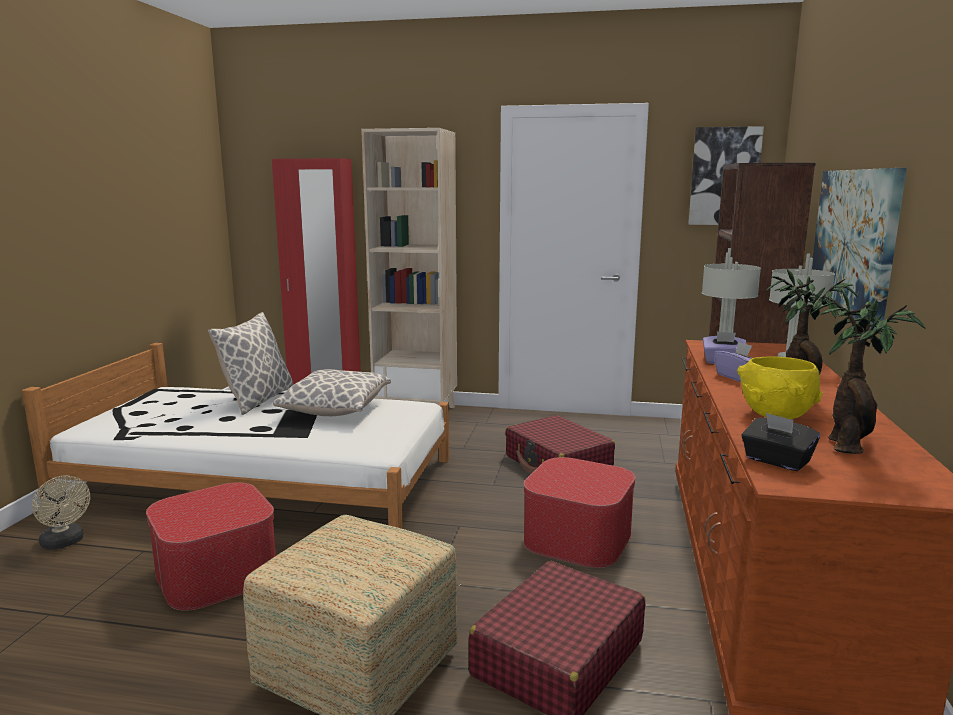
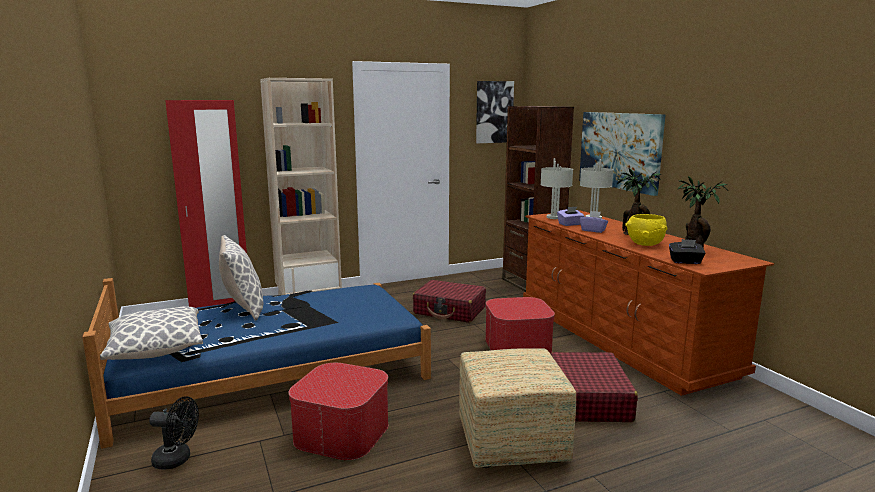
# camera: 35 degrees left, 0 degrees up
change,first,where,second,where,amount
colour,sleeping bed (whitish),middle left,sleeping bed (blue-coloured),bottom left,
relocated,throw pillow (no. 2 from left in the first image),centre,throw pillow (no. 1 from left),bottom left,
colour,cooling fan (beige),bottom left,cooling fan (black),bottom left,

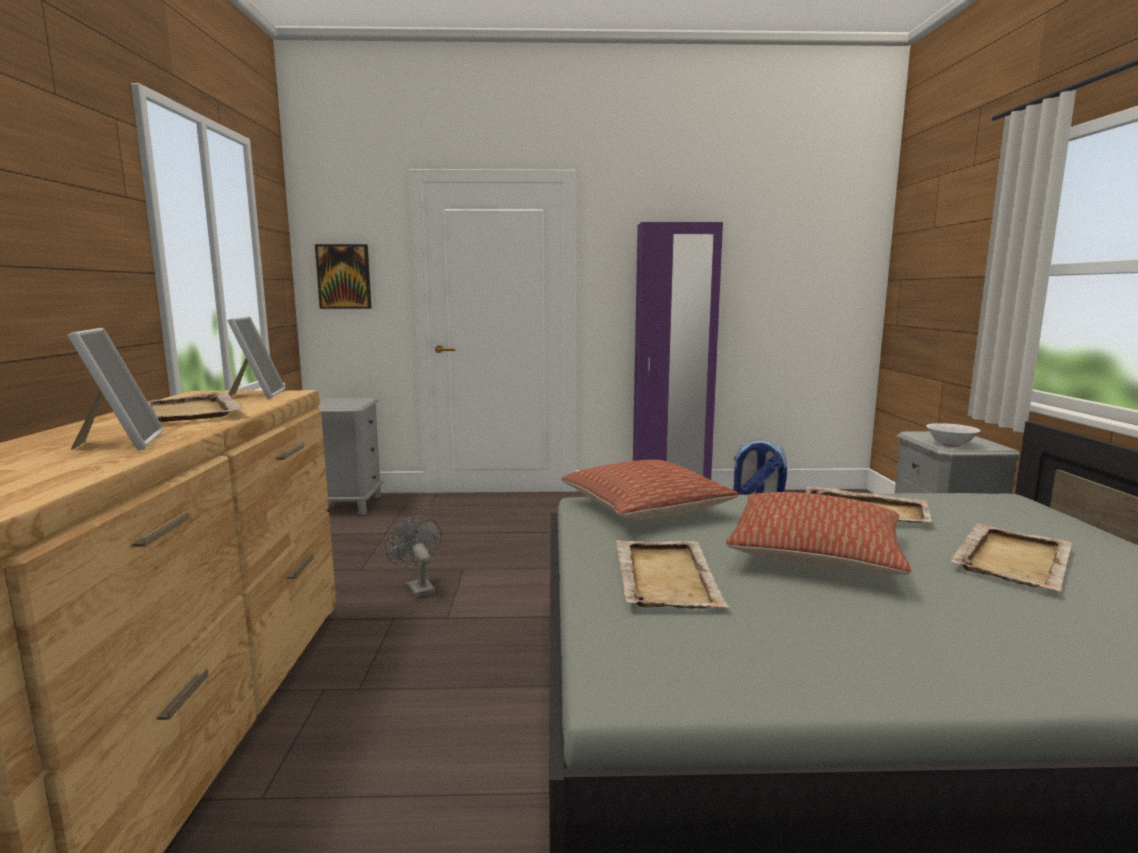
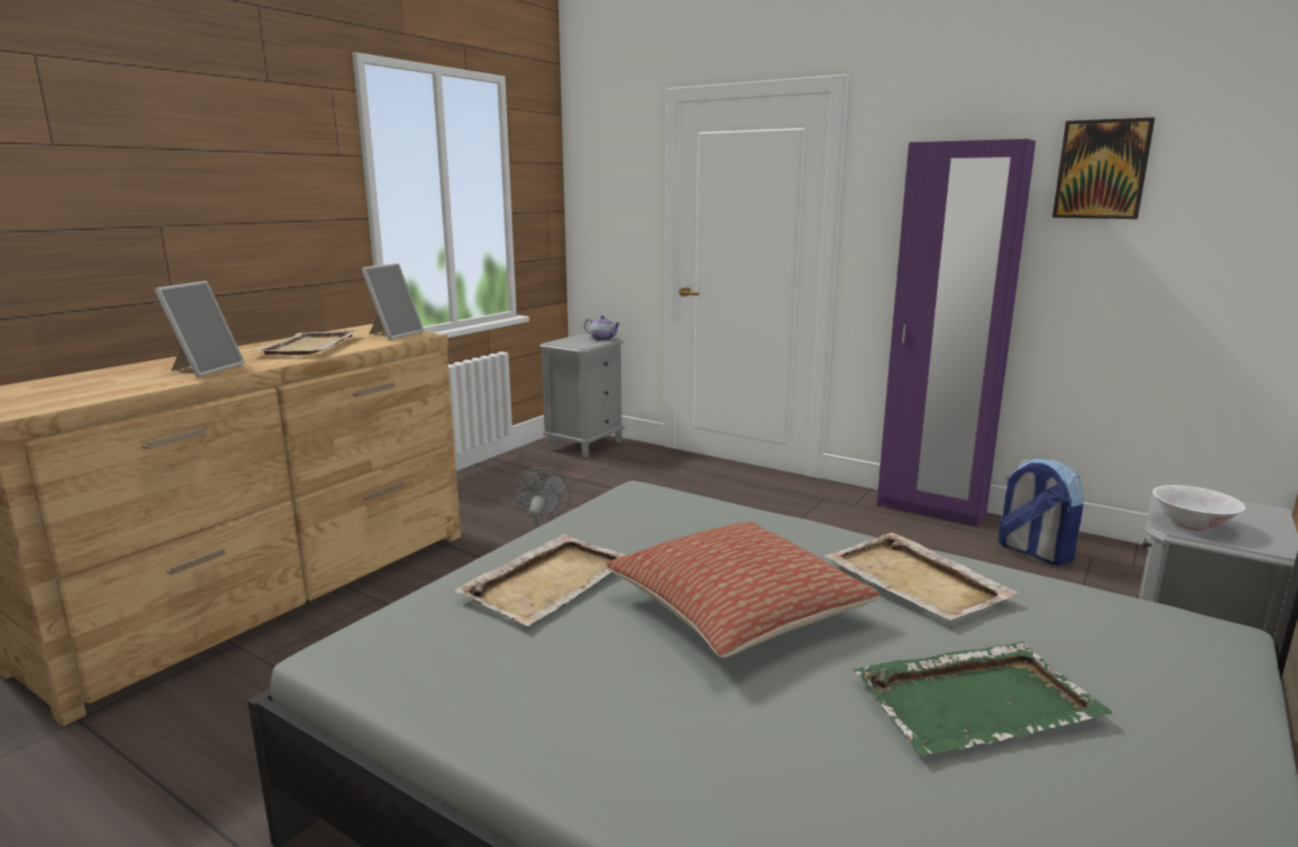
# camera: 35 degrees right, 5 degrees up
change,first,where,second,where,amount
appeared,,,pot for tea,centre,
colour,carrying tray (beige) (no. 4 from left),middle right,carrying tray (green),bottom right,
relocated,wall picture,top left,,top right,
missing,throw pillow (no. 1 from left),centre,,,

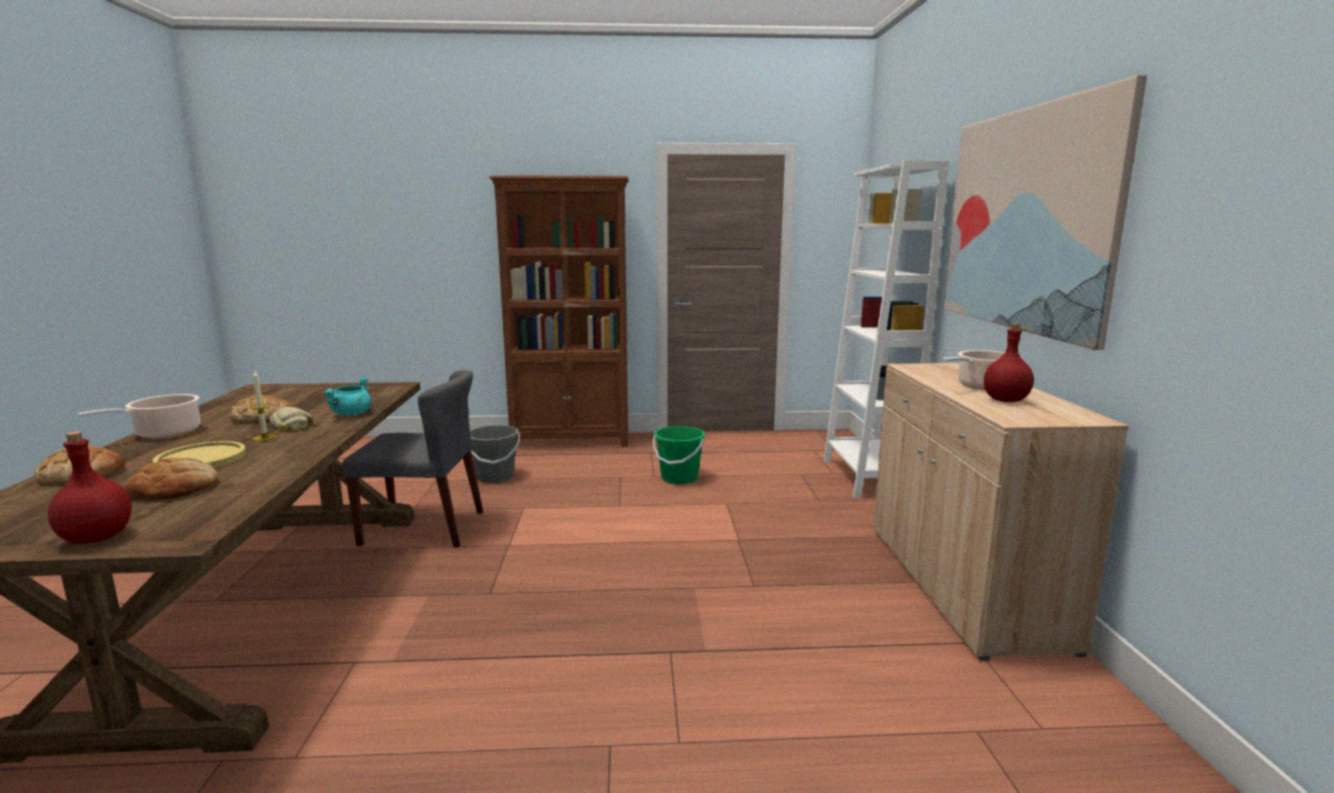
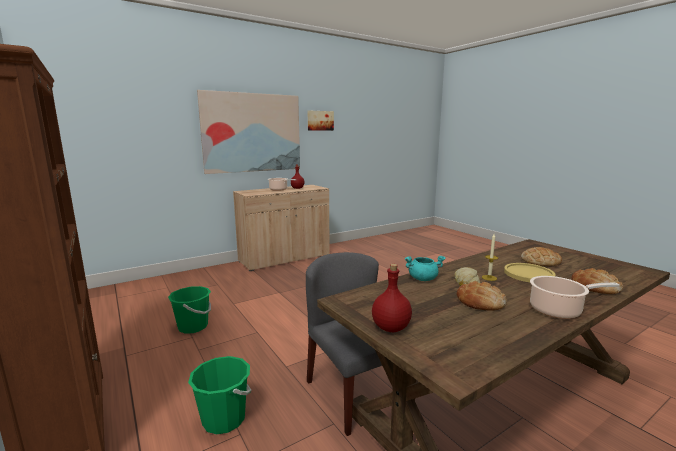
# camera: 120 degrees left, 0 degrees up
change,first,where,second,where,amount
colour,water bucket (grey),centre,water bucket (green) (no. 2 from left),bottom left,
appeared,,,wall picture (no. 2 from left),top centre,
relocated,bottle (reddish) (no. 1 from left in the first image),middle left,bottle (reddish) (no. 2 from left),centre,
missing,bookcase (whitish),centre,,,

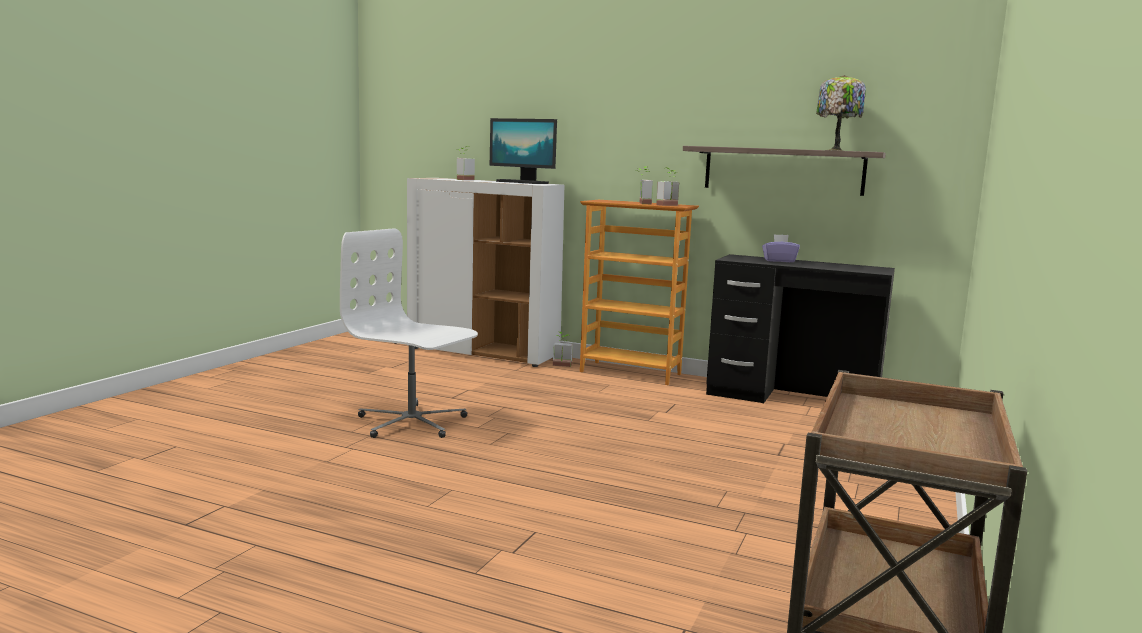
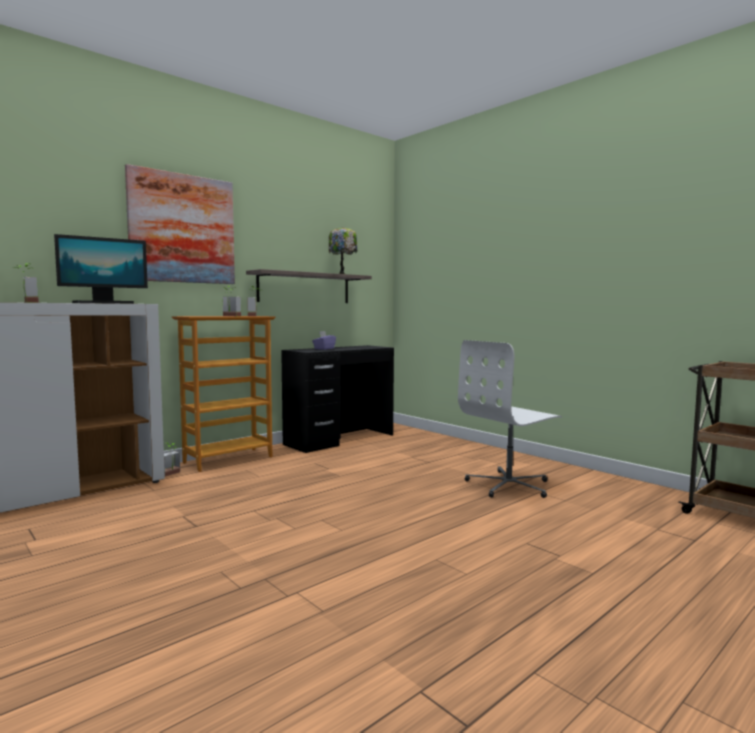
# camera: 65 degrees left, 5 degrees down
change,first,where,second,where,amount
appeared,,,wall picture,top left,
relocated,office chair (whitish),centre,,middle right,

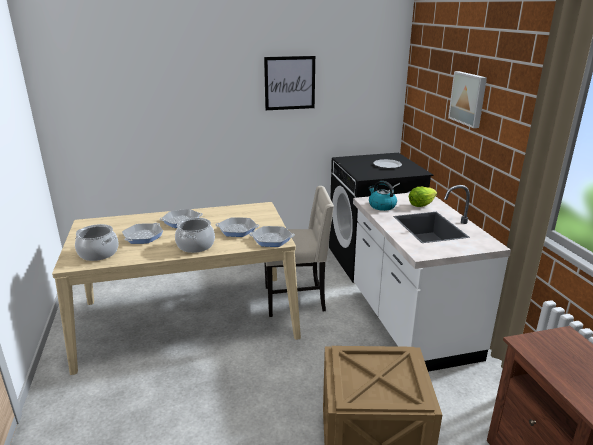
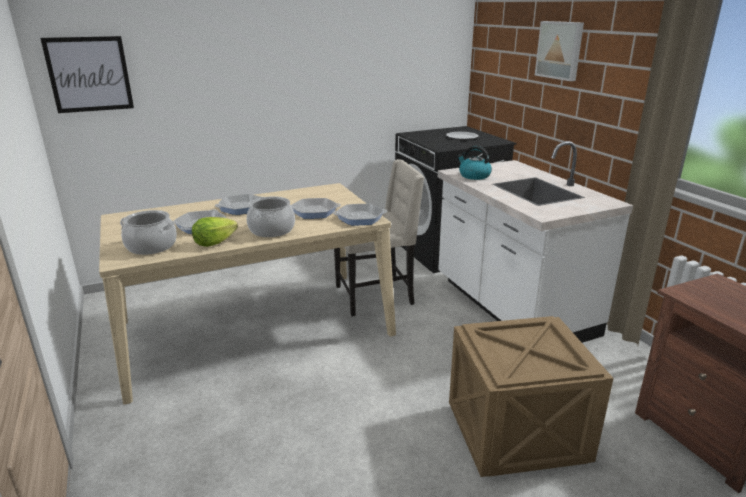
# camera: 10 degrees left, 0 degrees up
change,first,where,second,where,amount
relocated,wall picture (no. 1 from left),top centre,,top left,
relocated,lettuce head,middle right,,middle left,

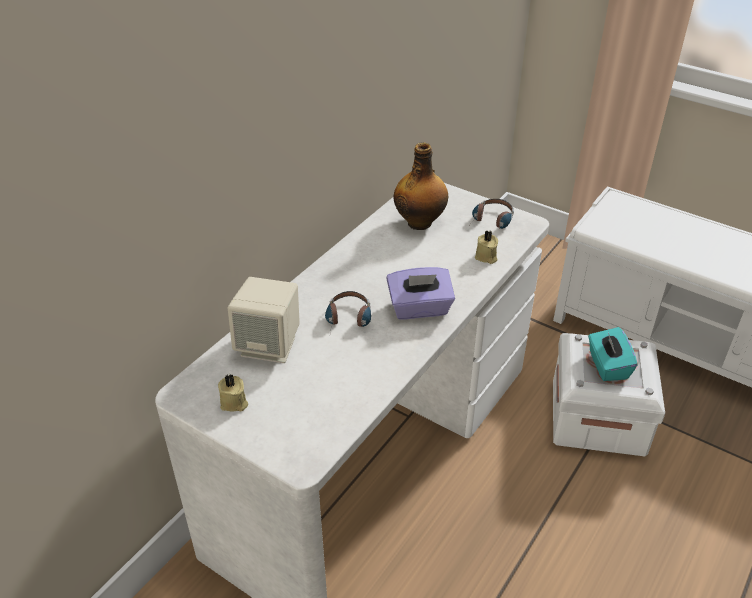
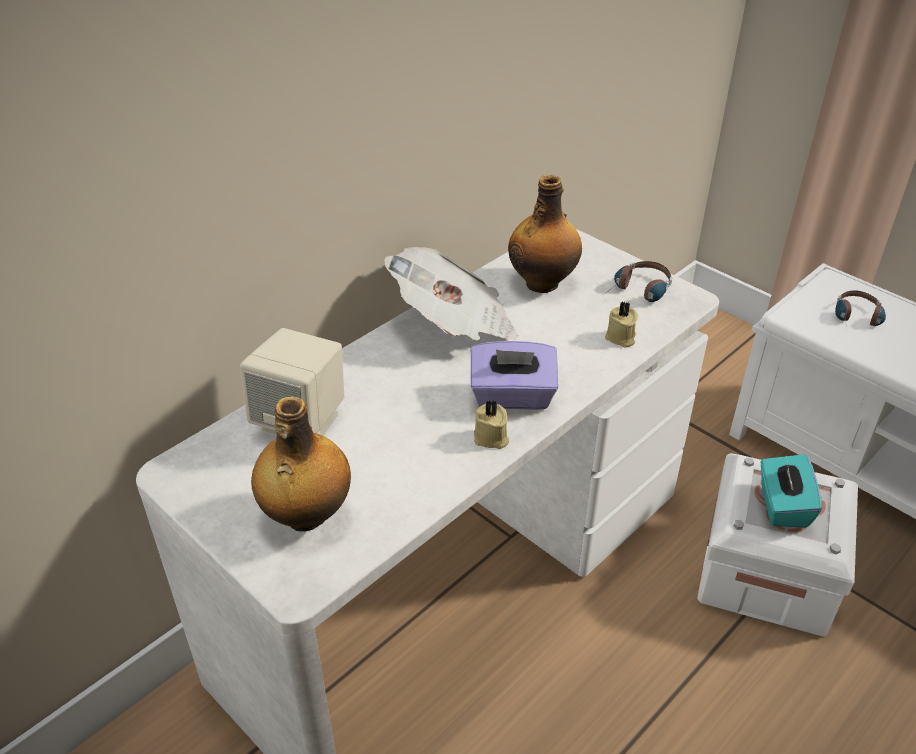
# camera: 10 degrees right, 0 degrees up
change,first,where,second,where,amount
appeared,,,bottle (no. 1 from left),middle left,
appeared,,,printed paper,centre,
relocated,wax light (beige) (no. 1 from left),middle left,,centre,
relocated,headphones (no. 1 from left in the first image),centre,headphones (no. 2 from left),middle right,

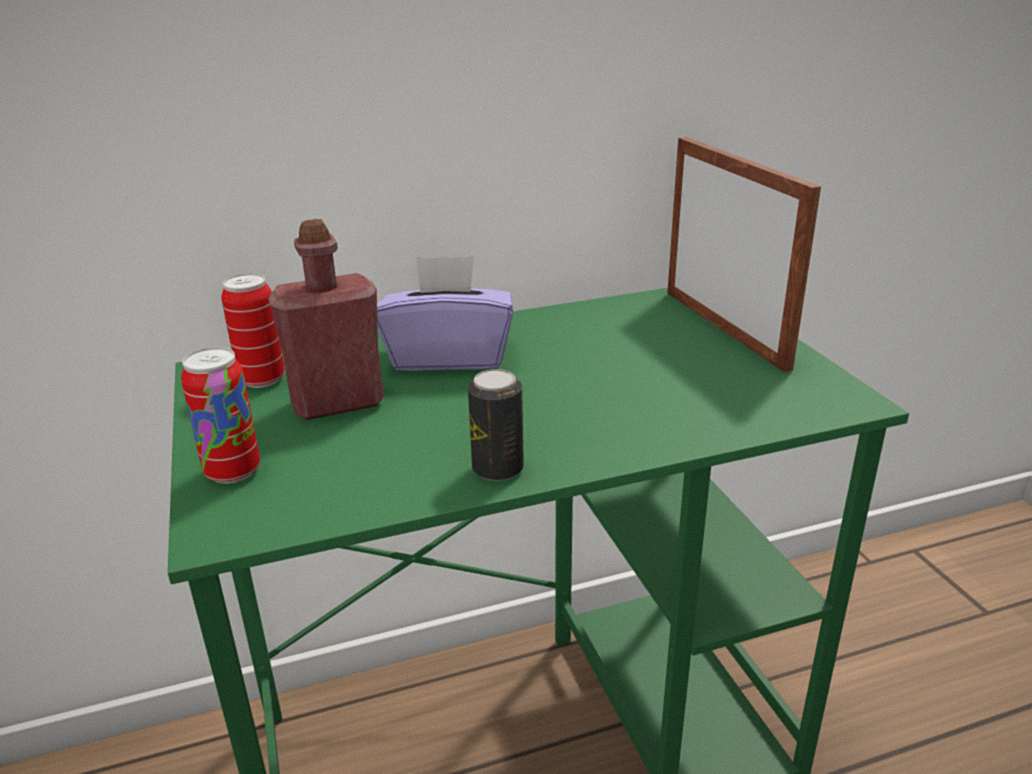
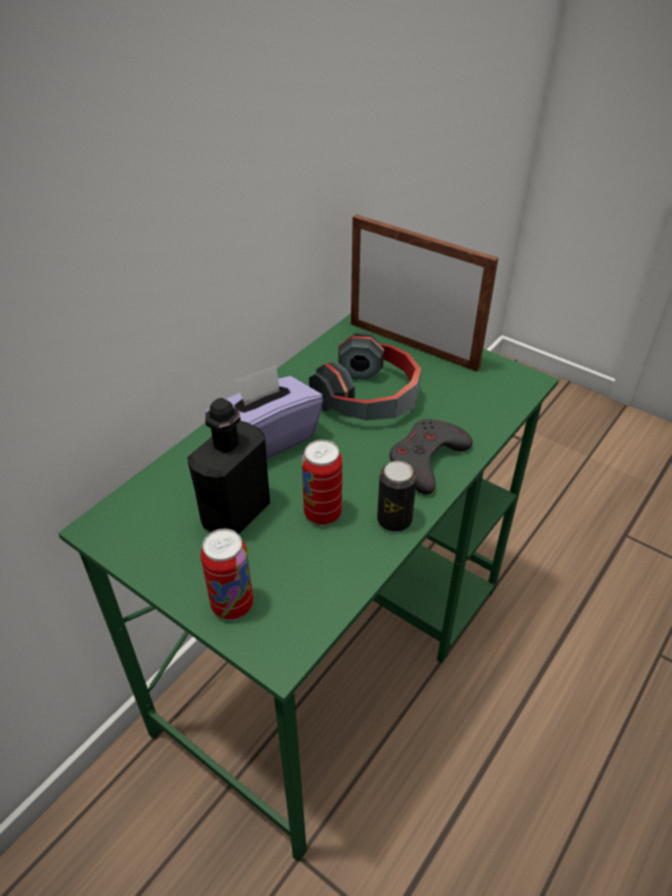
# camera: 35 degrees left, 15 degrees up
change,first,where,second,where,amount
colour,bottle (reddish),middle left,bottle (black),centre,
relocated,sealed can (no. 2 from left),middle left,,centre,
appeared,,,headphones,centre,
appeared,,,game controller (grey),centre,

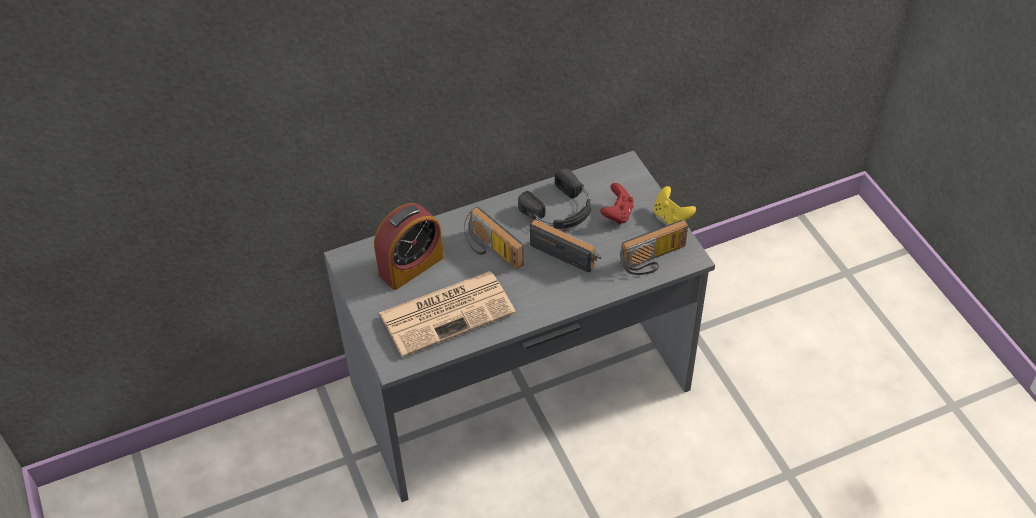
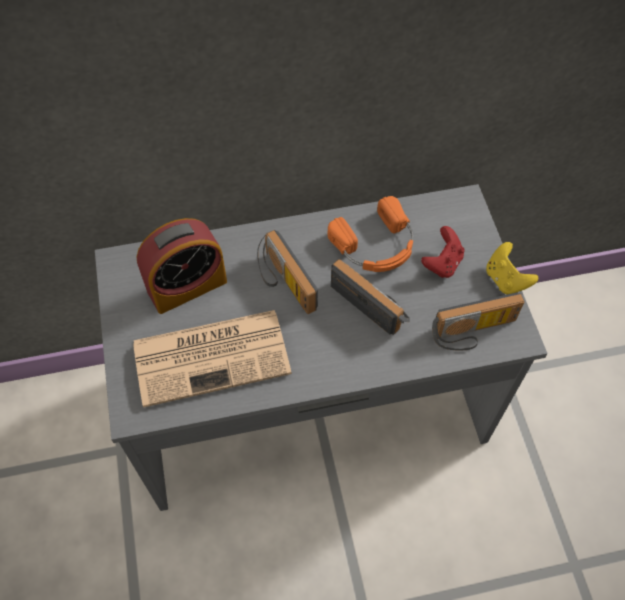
# camera: 10 degrees right, 10 degrees up
change,first,where,second,where,amount
colour,headphones (black),centre,headphones (orangey),centre,

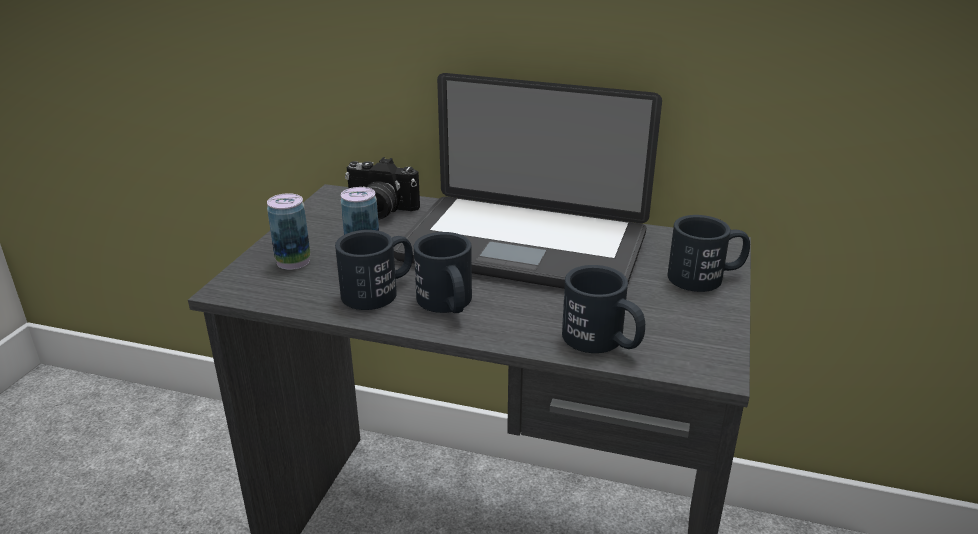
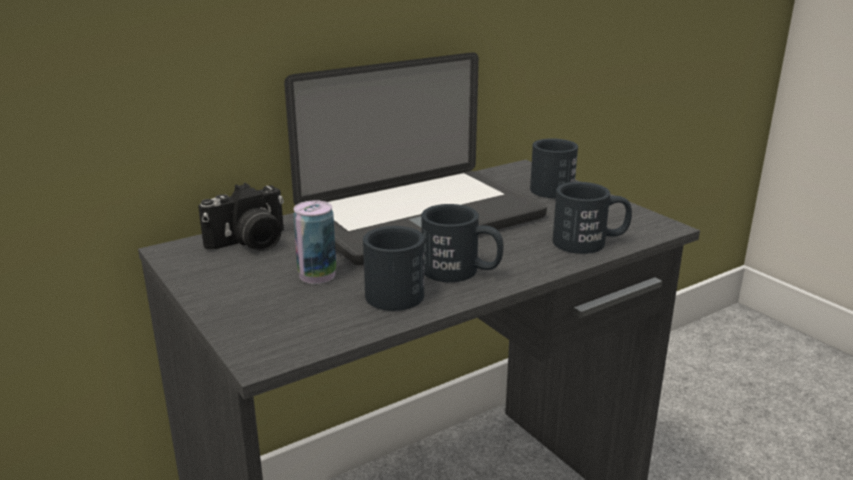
# camera: 50 degrees left, 5 degrees down
change,first,where,second,where,amount
missing,sealed can (no. 1 from left),middle left,,,

